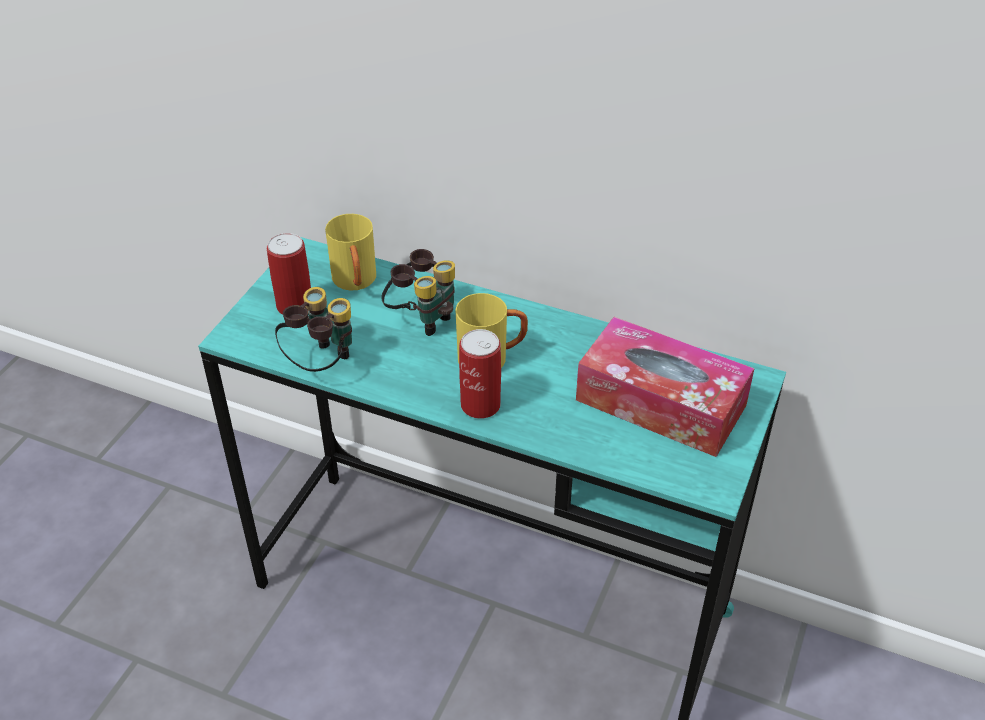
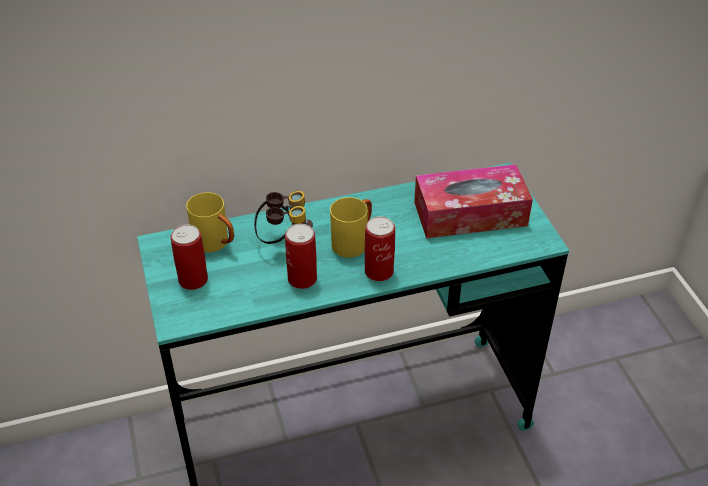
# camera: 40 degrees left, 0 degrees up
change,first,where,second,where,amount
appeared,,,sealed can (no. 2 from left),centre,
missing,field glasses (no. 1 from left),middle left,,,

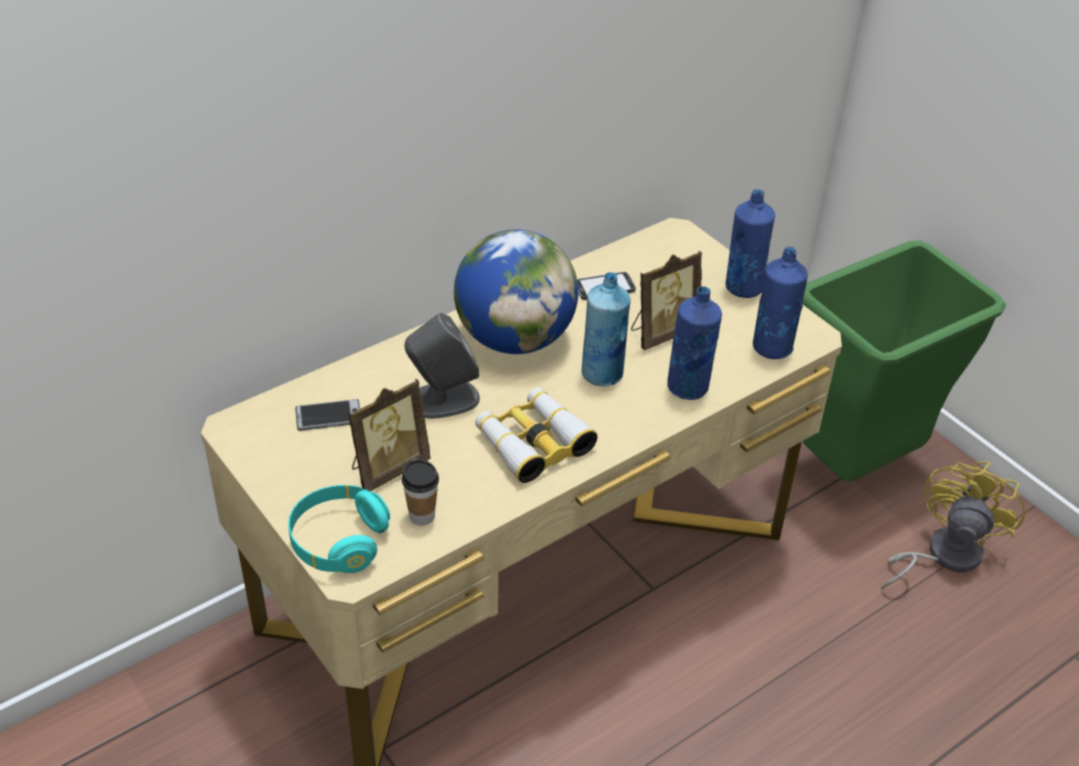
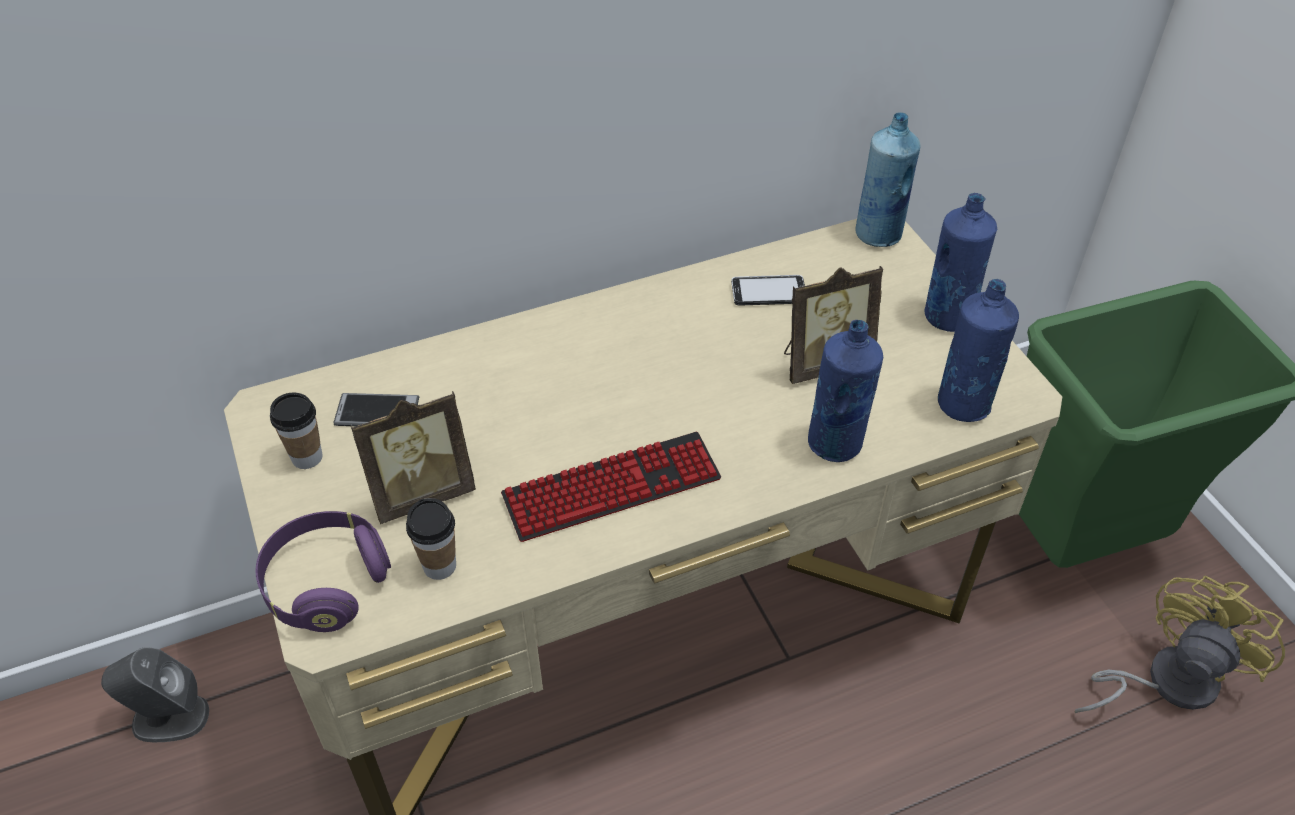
# camera: 15 degrees right, 5 degrees up
change,first,where,second,where,amount
relocated,loudspeaker (grey),centre,,bottom left,
colour,headphones (turquoise-coloured),bottom left,headphones (purple-coloured),bottom left,
appeared,,,cup (no. 1 from left),middle left,
exchanged,field glasses,centre,computer keyboard,centre,
relocated,bottle (blue-coloured) (no. 1 from left in the first image),centre,bottle (blue-coloured) (no. 2 from left),top right,
missing,desk globe,centre,,,

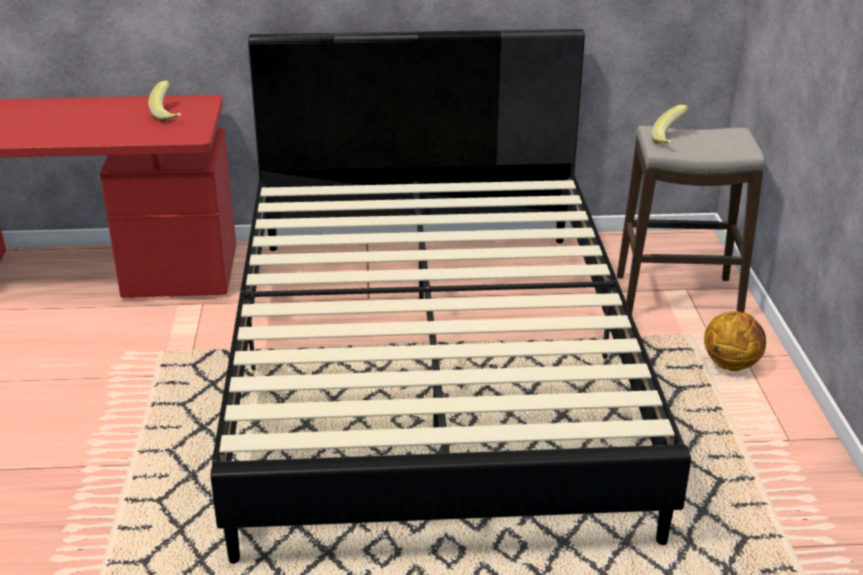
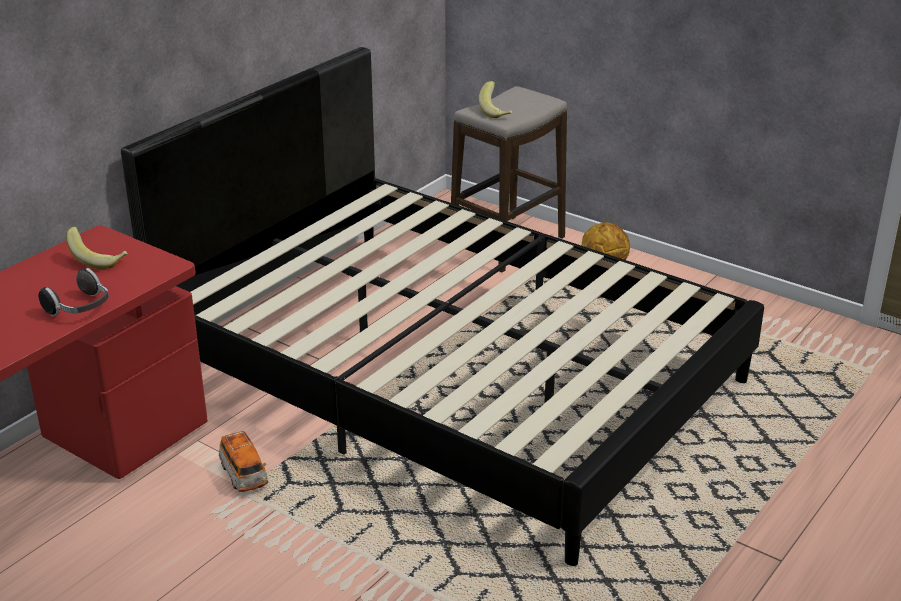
# camera: 50 degrees left, 0 degrees up
change,first,where,second,where,amount
appeared,,,headphones,middle left,
appeared,,,miniature car,bottom left,

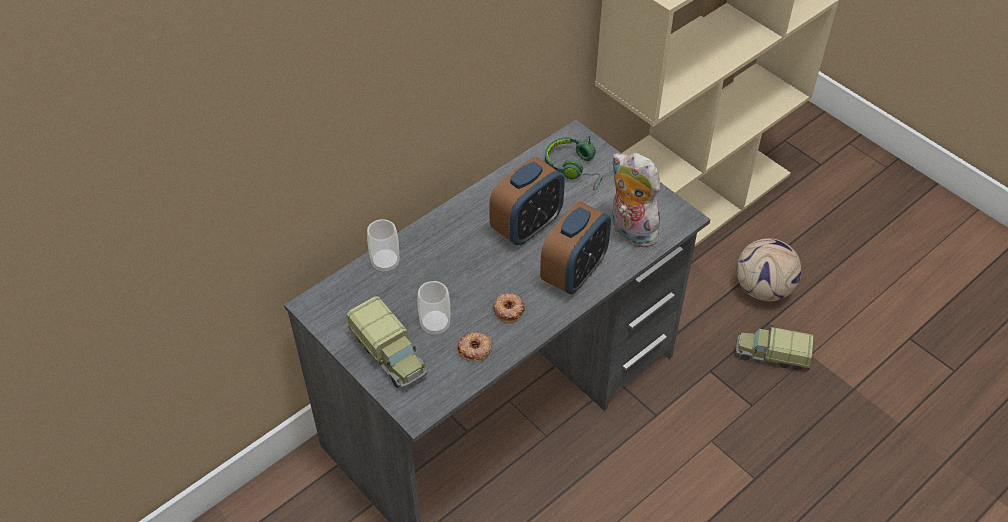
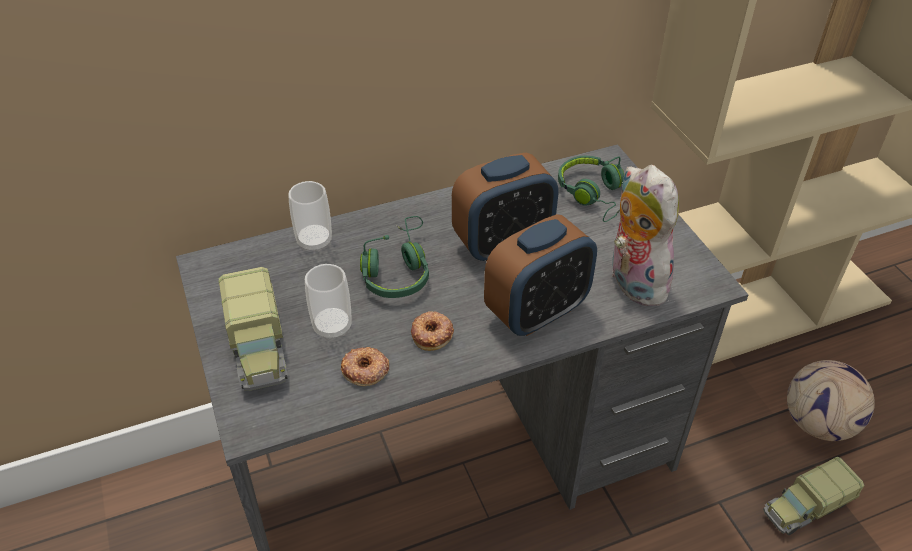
# camera: 20 degrees right, 5 degrees down
change,first,where,second,where,amount
appeared,,,headphones (green) (no. 1 from left),centre,
spun,model truck (no. 2 from left),bottom right,,bottom right,60 degrees counterclockwise

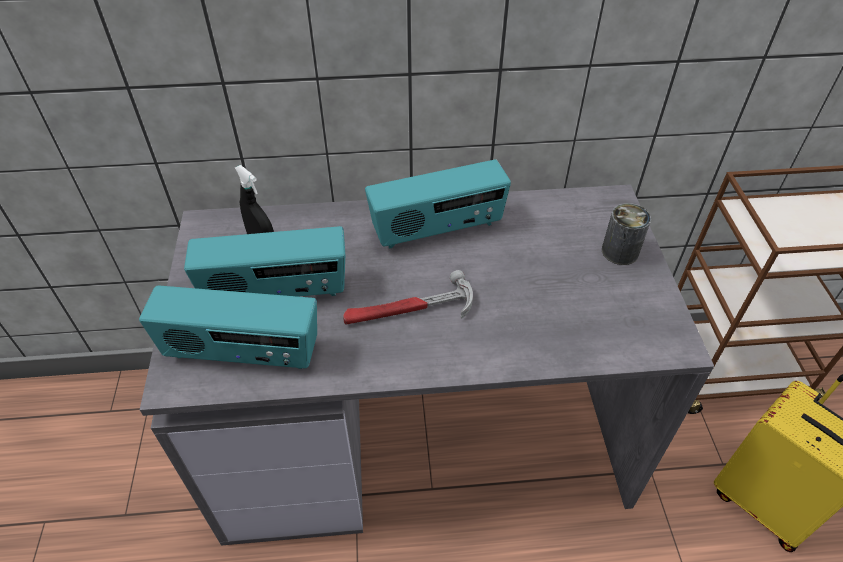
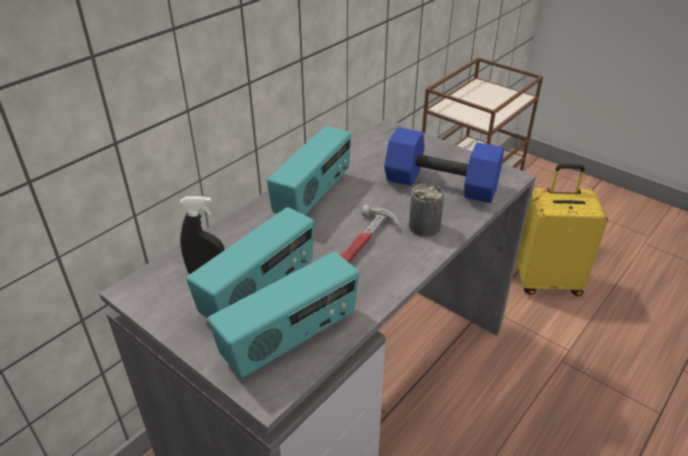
# camera: 45 degrees left, 10 degrees down
change,first,where,second,where,amount
appeared,,,free weight (blue-coloured),centre,
relocated,sealed can,middle right,,centre,

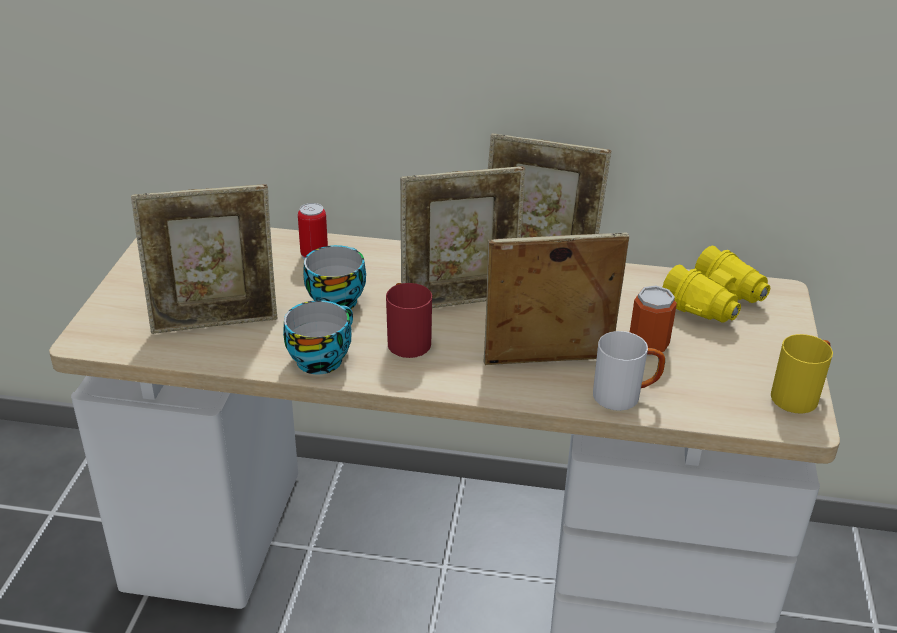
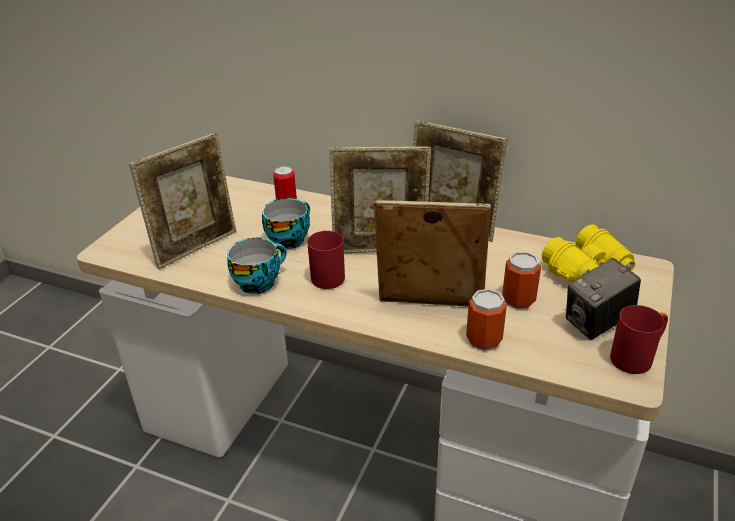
# camera: 15 degrees right, 0 degrees up
change,first,where,second,where,amount
spun,standing frame (no. 1 from left),middle left,,middle left,45 degrees counterclockwise
exchanged,coffee mug (whitish),middle right,sealed can (no. 2 from left),centre,
appeared,,,still camera,middle right,
colour,coffee mug (yellowish),middle right,coffee mug (reddish) (no. 2 from left),middle right,

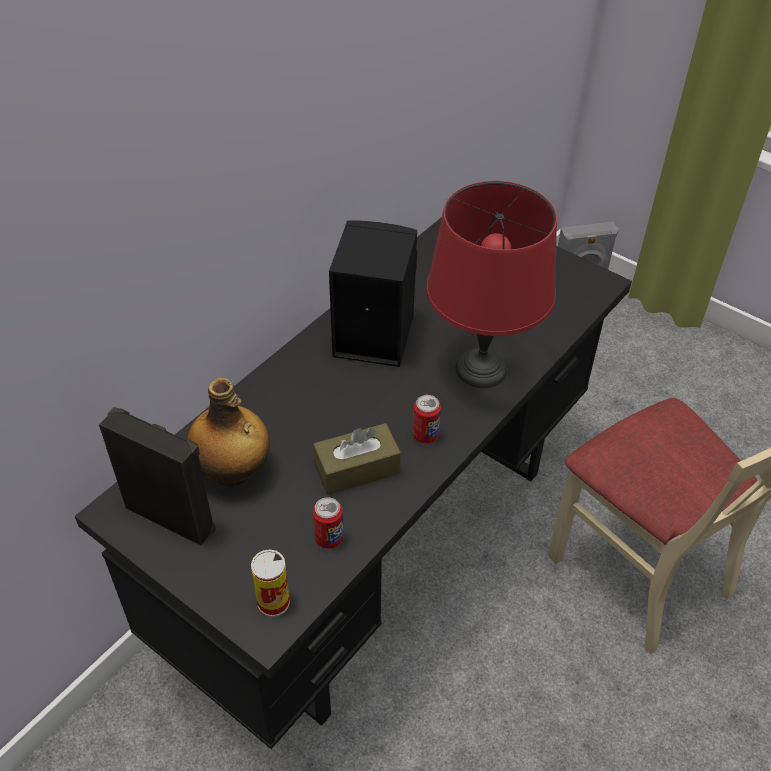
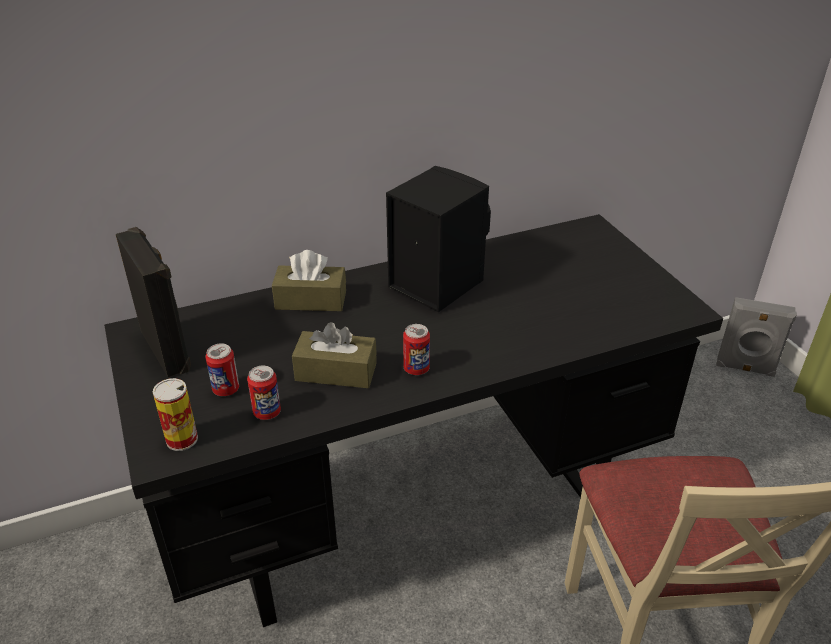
# camera: 30 degrees right, 10 degrees down
change,first,where,second,where,amount
appeared,,,sealed can (no. 2 from left),middle left,
appeared,,,tissue holder (brown) (no. 1 from left),centre,
missing,bottle,middle left,,,
missing,lamp for a table (reddish),centre,,,

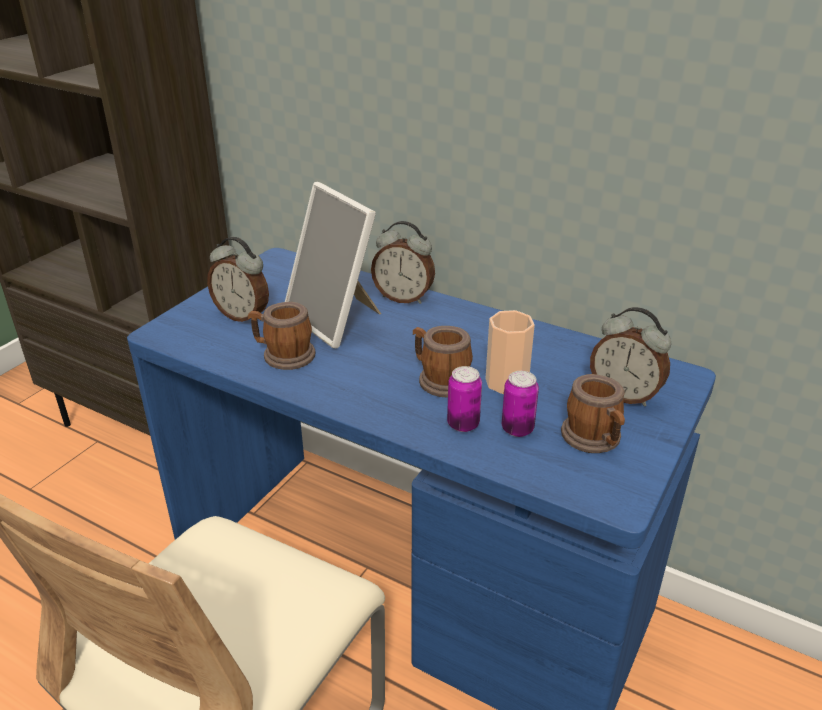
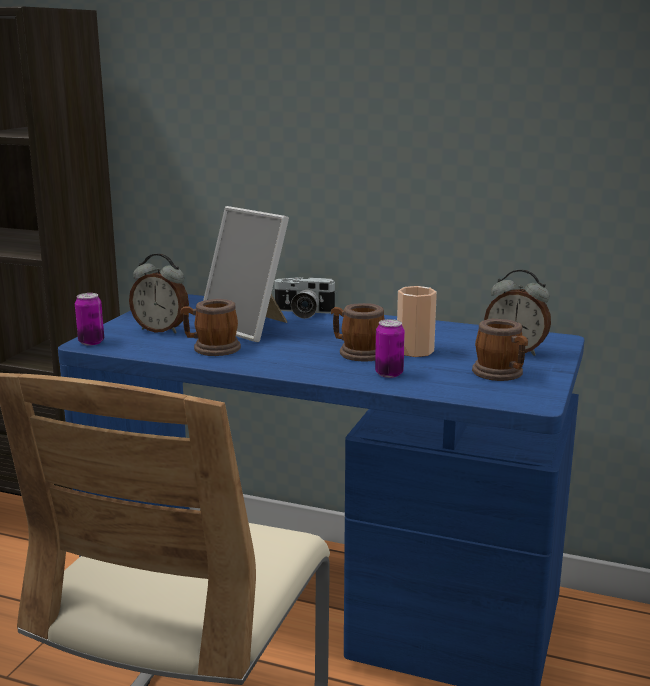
# camera: 10 degrees left, 15 degrees down
change,first,where,second,where,amount
relocated,sealed can (no. 2 from left in the first image),centre,sealed can (no. 1 from left),middle left,
exchanged,table clock (no. 2 from left),centre,still camera,centre,

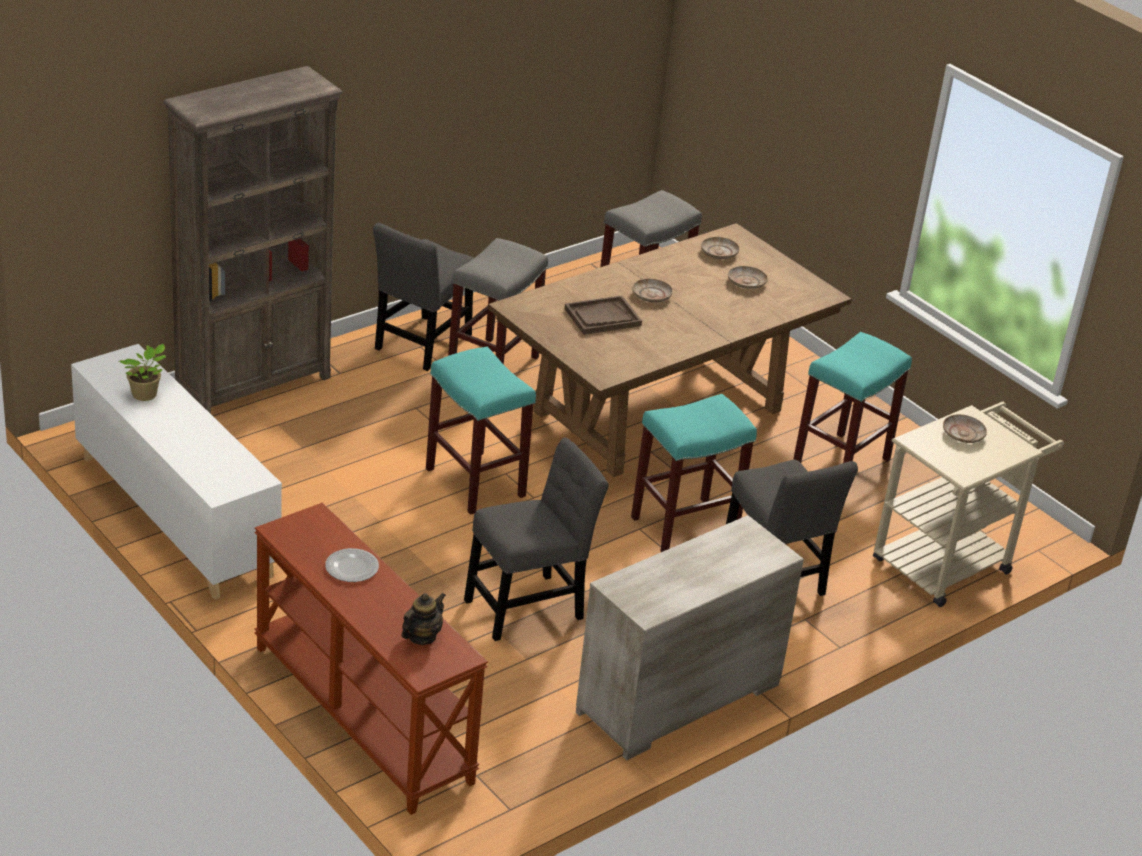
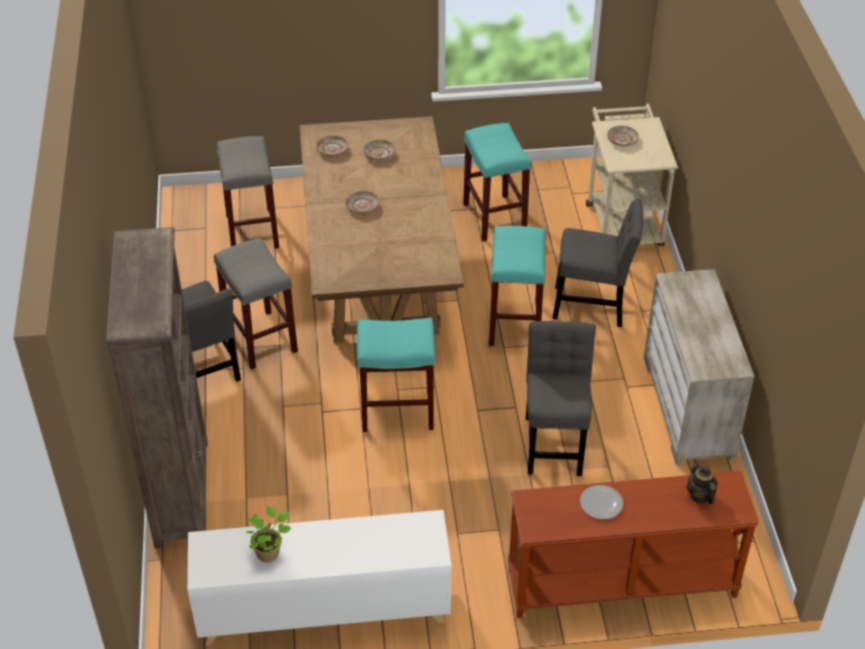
# camera: 55 degrees left, 10 degrees up
change,first,where,second,where,amount
missing,carrying tray (brown),centre,,,

